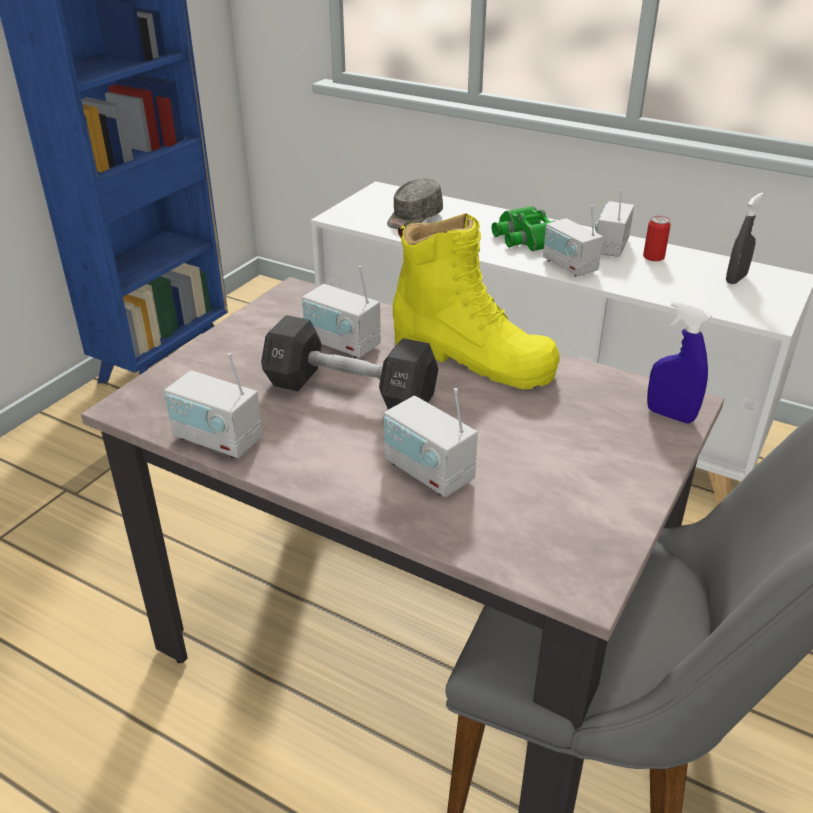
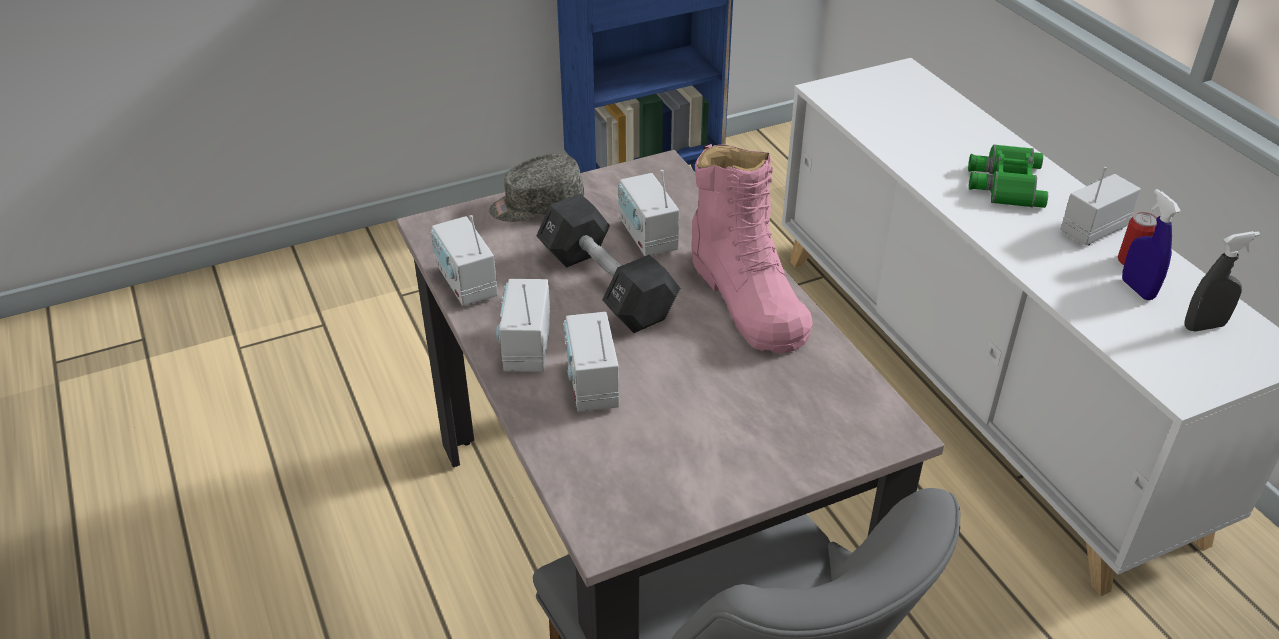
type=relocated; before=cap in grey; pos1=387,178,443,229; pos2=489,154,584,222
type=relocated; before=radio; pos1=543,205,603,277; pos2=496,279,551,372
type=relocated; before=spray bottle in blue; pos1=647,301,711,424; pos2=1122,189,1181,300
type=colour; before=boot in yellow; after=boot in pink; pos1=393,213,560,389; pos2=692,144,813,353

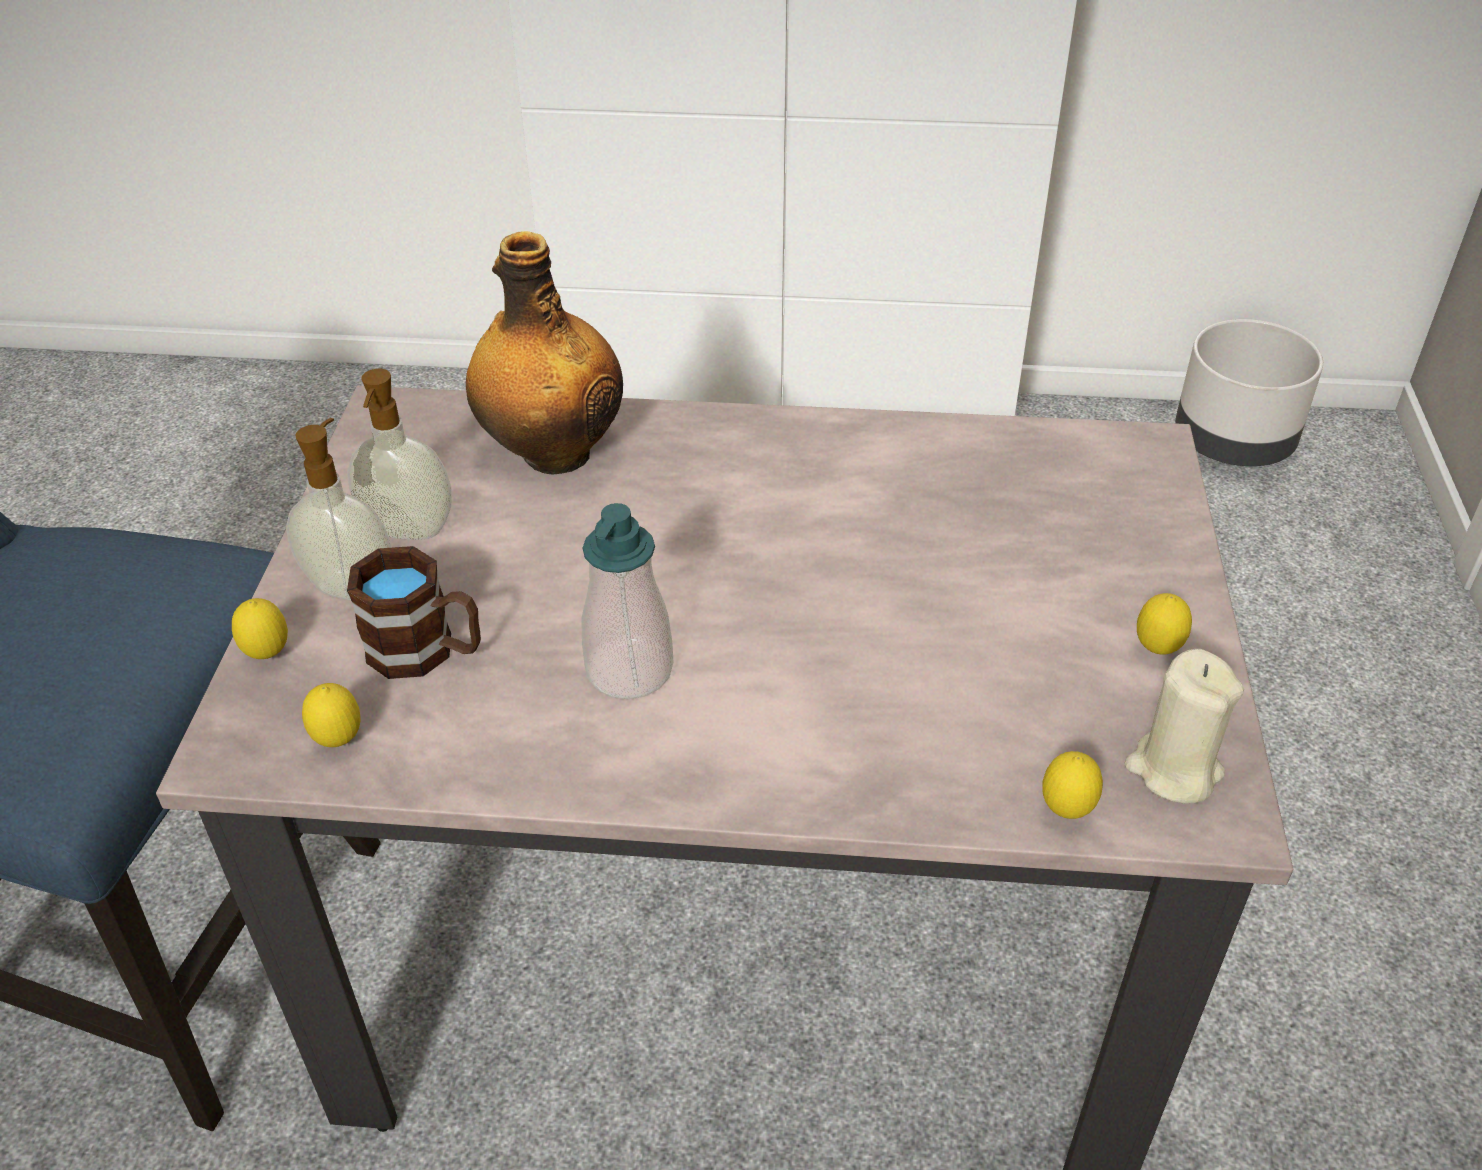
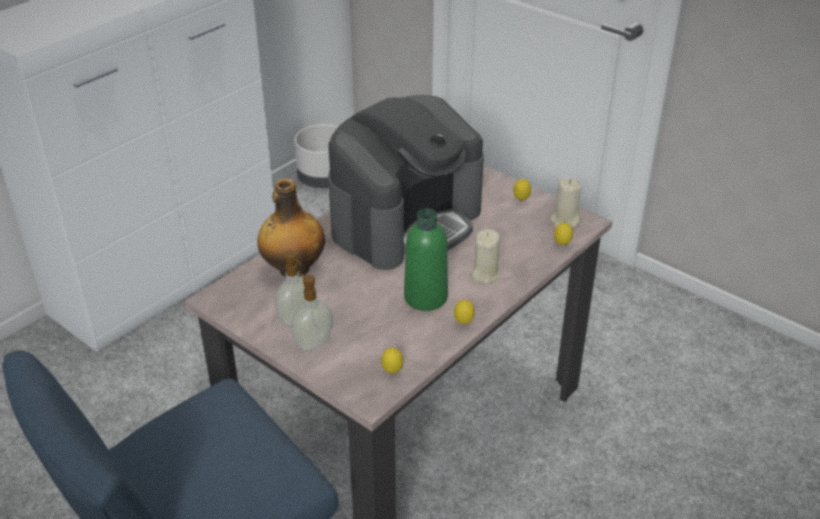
type=missing; before=mug in brown; pos1=347,546,481,679
type=appeared; after=coffee machine; pos2=328,95,484,270
type=appeared; after=candle in beige; pos2=470,229,501,284
type=relocated; before=lemon; pos1=232,598,288,659; pos2=454,300,475,324
type=exchanged; before=soap dispenser; after=bottle in green; pos1=581,503,673,699; pos2=404,209,448,311

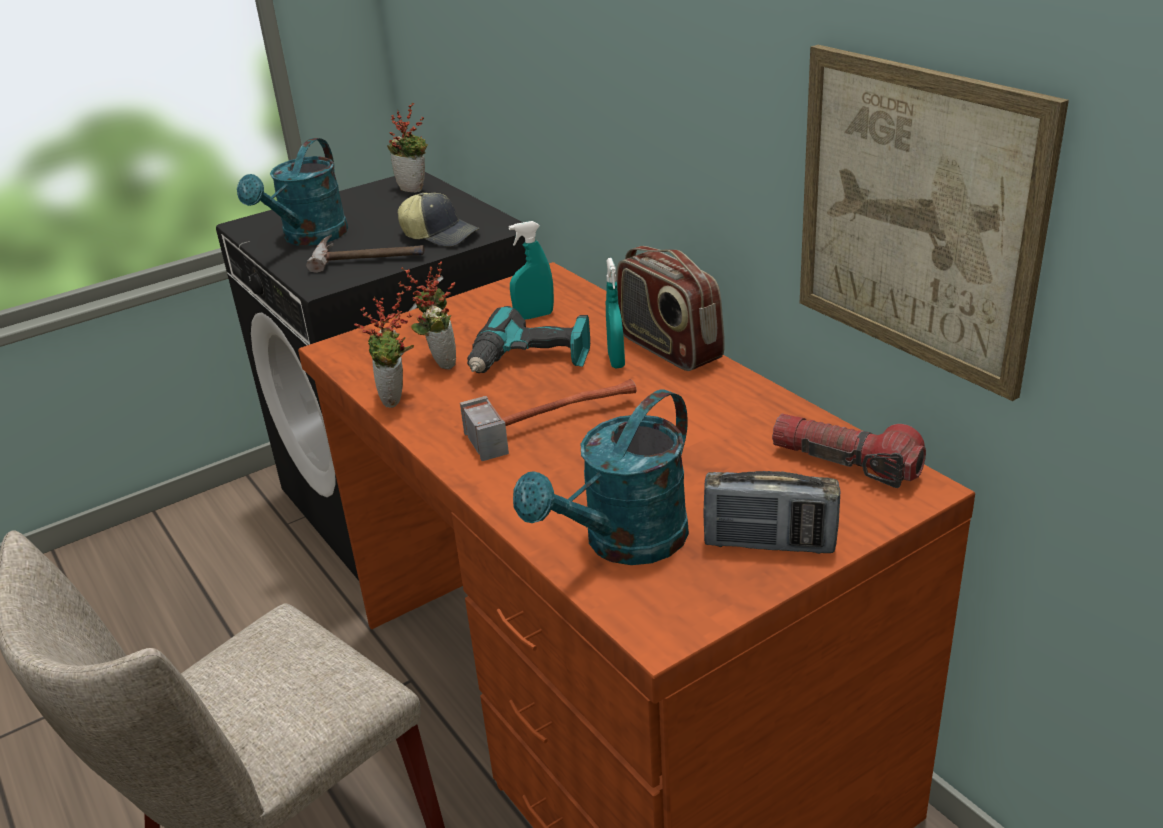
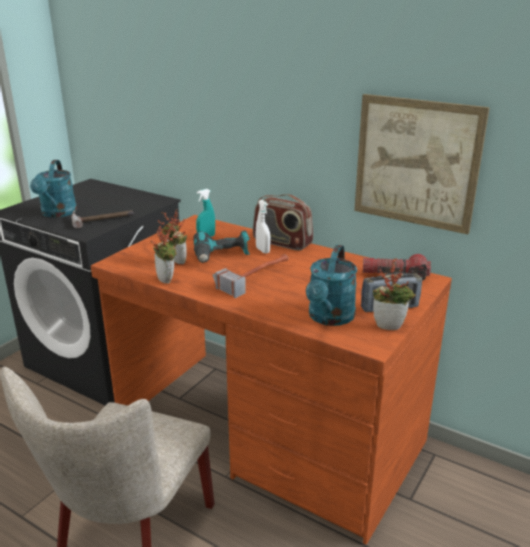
type=missing; before=cap; pos1=398,193,479,247
type=relocated; before=potted plant; pos1=387,103,428,193; pos2=373,258,416,330
type=colour; before=spray bottle in turquoise; after=spray bottle in white; pos1=606,258,625,369; pos2=256,200,271,254

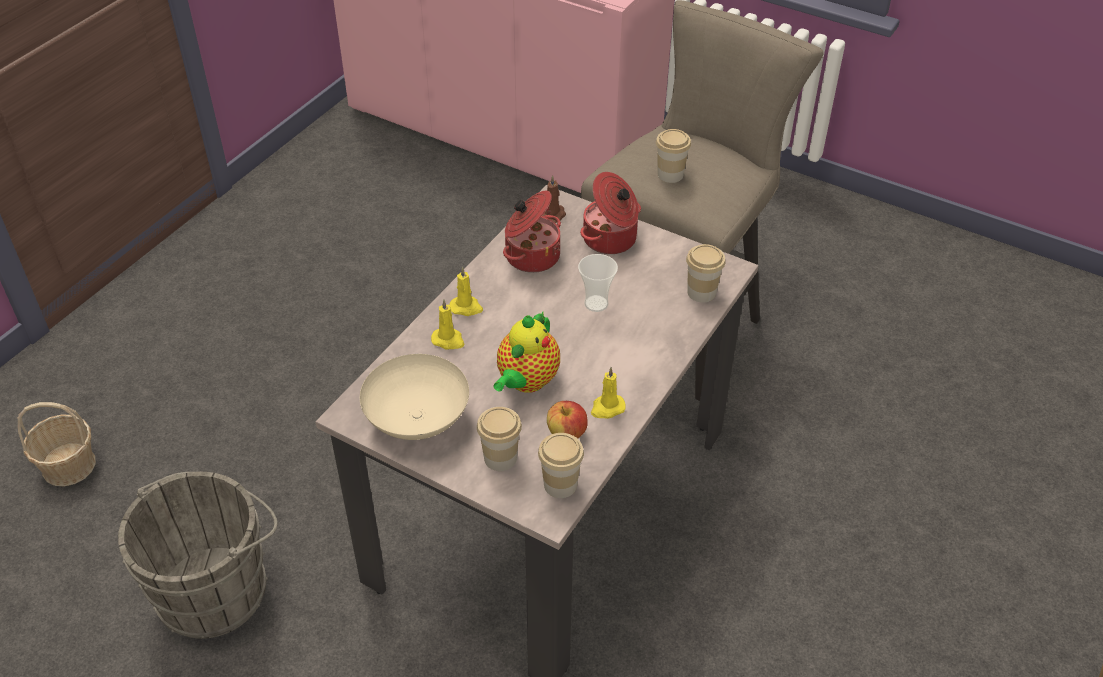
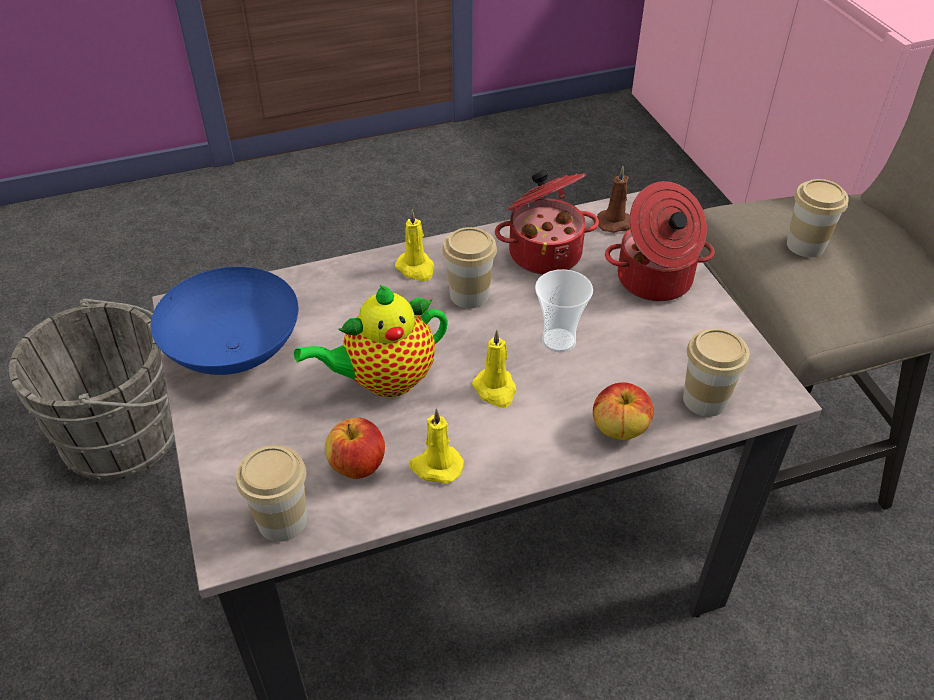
type=missing; before=basket; pos1=18,402,96,486
type=appeared; after=apple; pos2=593,382,654,441
type=relocated; before=candle in yellow; pos1=431,299,464,350; pos2=472,330,517,408
type=relocated; before=cup; pos1=477,407,522,471; pos2=442,227,497,308
type=colour; before=bowl in beige; after=bowl in blue; pos1=360,354,469,440; pos2=151,267,299,375

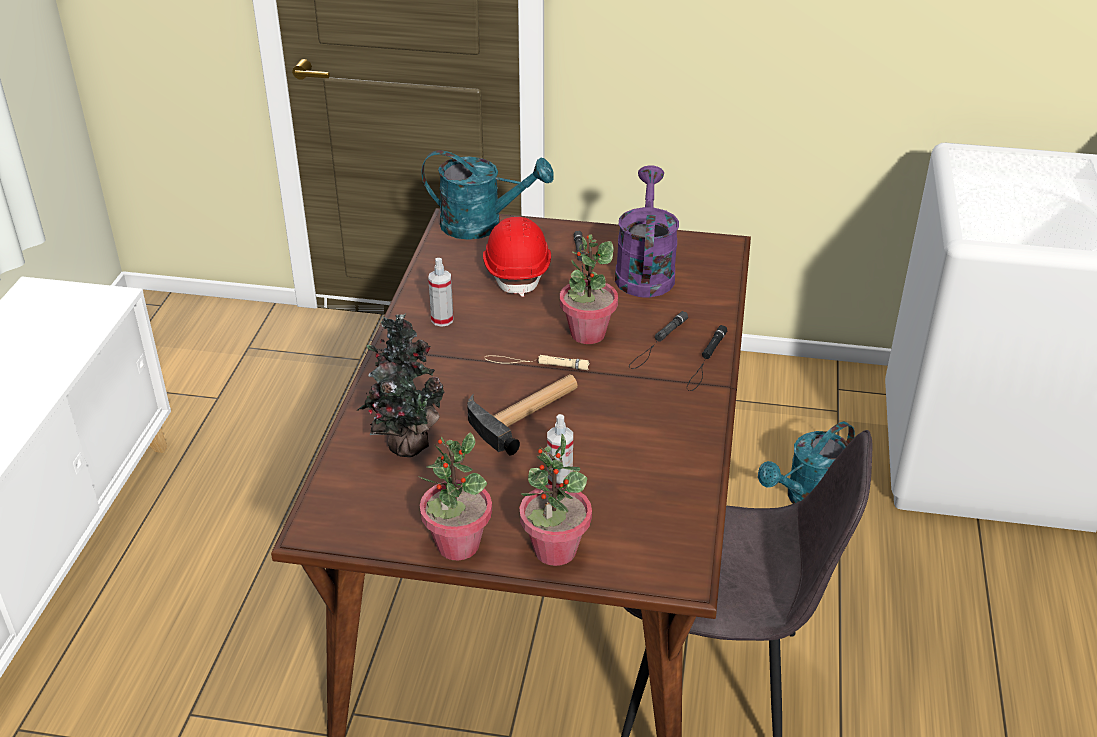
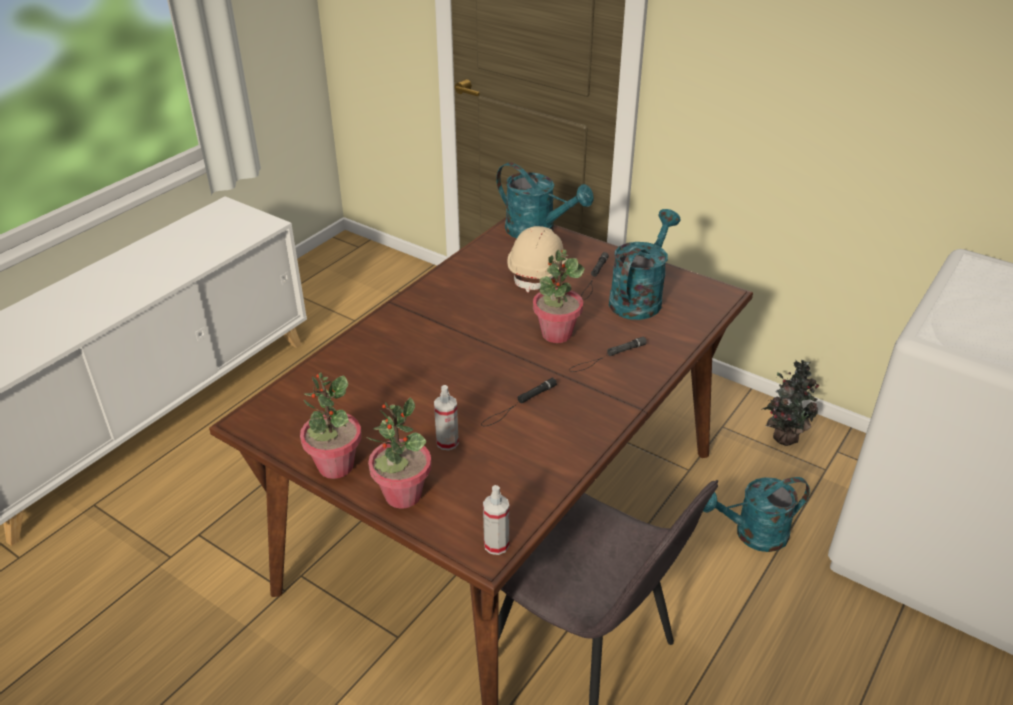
type=missing; before=hammer; pos1=467,374,578,455
type=missing; before=flashlight in beige; pos1=484,355,589,370
type=relocated; before=potted plant; pos1=357,313,444,457; pos2=762,360,819,446
type=relocated; before=spray bottle; pos1=428,258,453,327; pos2=483,485,509,555
type=relocated; before=flashlight in black; pos1=687,325,727,391; pos2=481,378,557,426
type=colour; before=hard hat in red; after=hard hat in beige; pos1=483,217,551,297; pos2=507,226,567,293
type=colour; before=watering can in purple; after=watering can in turquoise; pos1=615,165,679,298; pos2=609,209,681,320

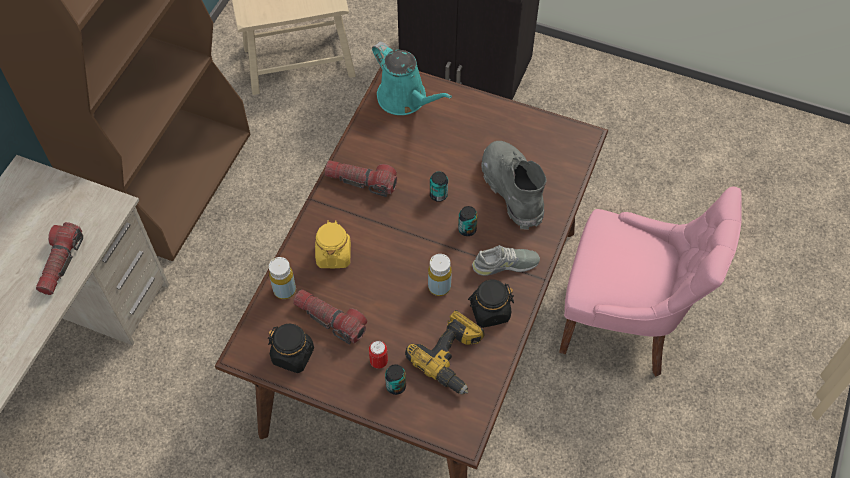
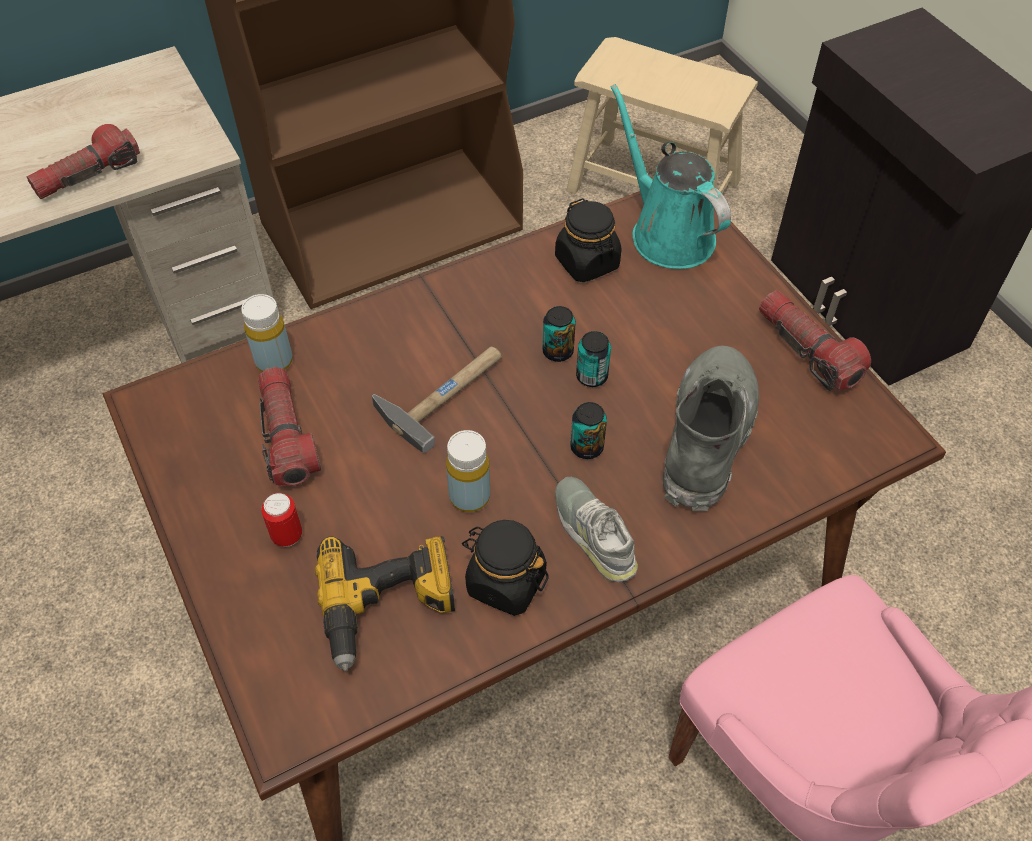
type=missing; before=jar in yellow; pos1=315,220,351,268
type=appeared; after=hammer; pos2=372,347,502,453
type=relocated; before=jar in black; pos1=268,323,314,373; pos2=555,198,622,282
type=relocated; before=flashlight; pos1=325,160,397,197; pos2=759,290,871,391
type=relocated; before=can; pos1=385,364,406,395; pos2=542,306,576,362
type=spun; before=watering can in turquoise; pos1=372,42,452,115; pos2=611,84,731,269; turn=150
type=spun; before=shoe in grey; pos1=472,245,540,276; pos2=555,477,638,582; turn=-150

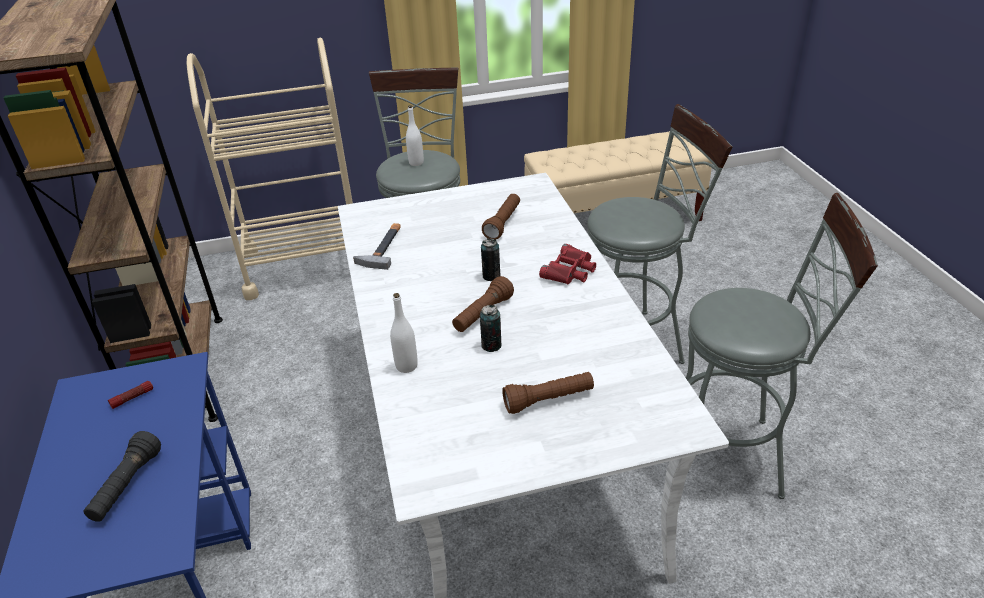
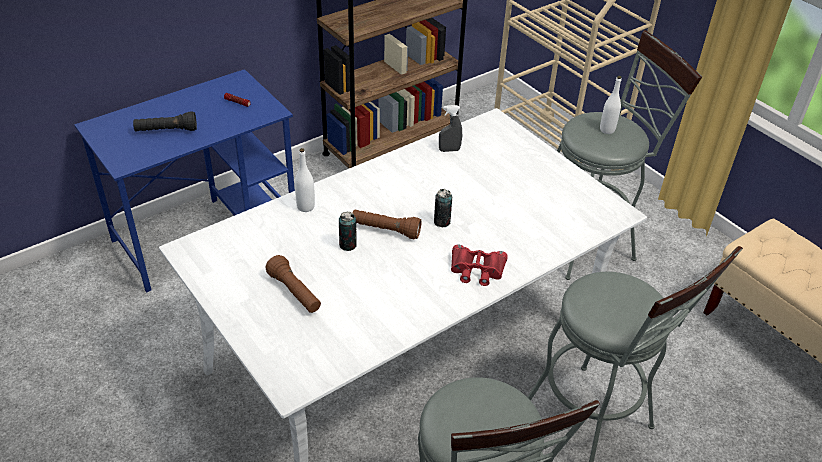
type=missing; before=flashlight in brown; pos1=482,194,520,240
type=exchanged; before=hammer; after=spray bottle in grey; pos1=353,223,401,270; pos2=439,105,462,152

